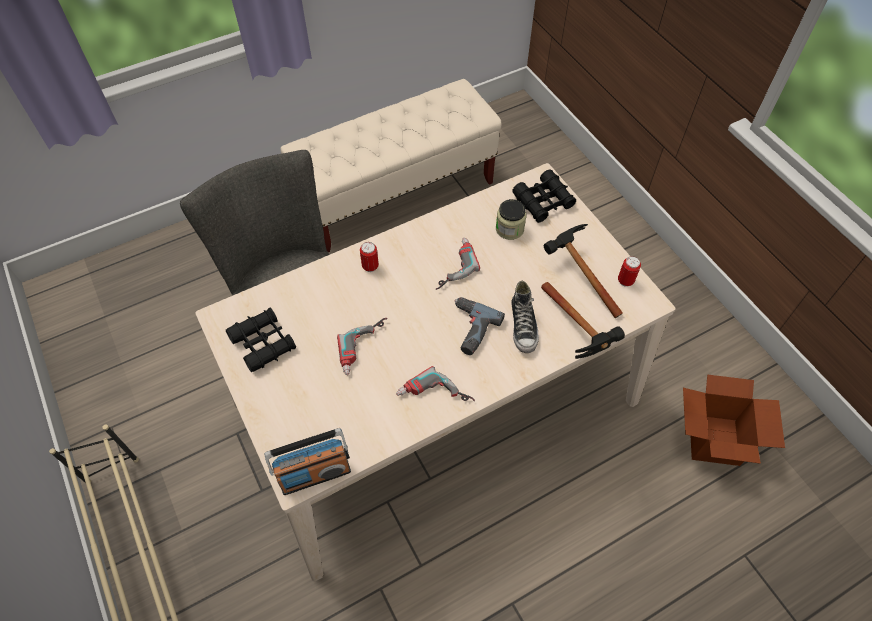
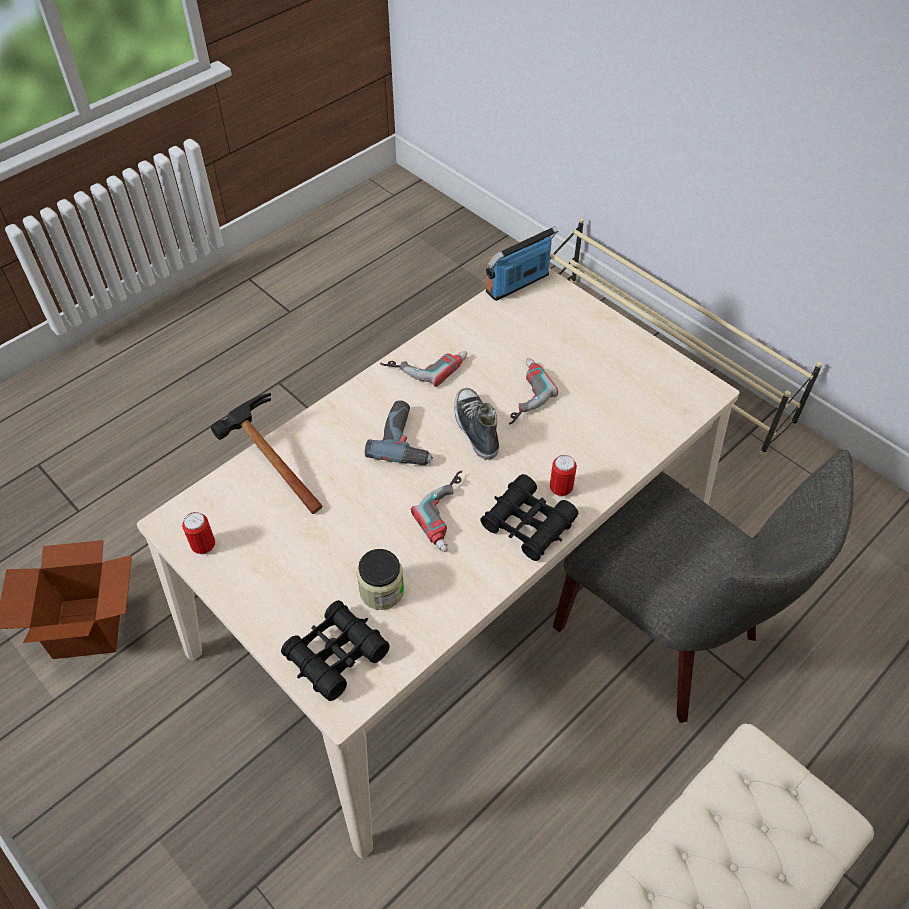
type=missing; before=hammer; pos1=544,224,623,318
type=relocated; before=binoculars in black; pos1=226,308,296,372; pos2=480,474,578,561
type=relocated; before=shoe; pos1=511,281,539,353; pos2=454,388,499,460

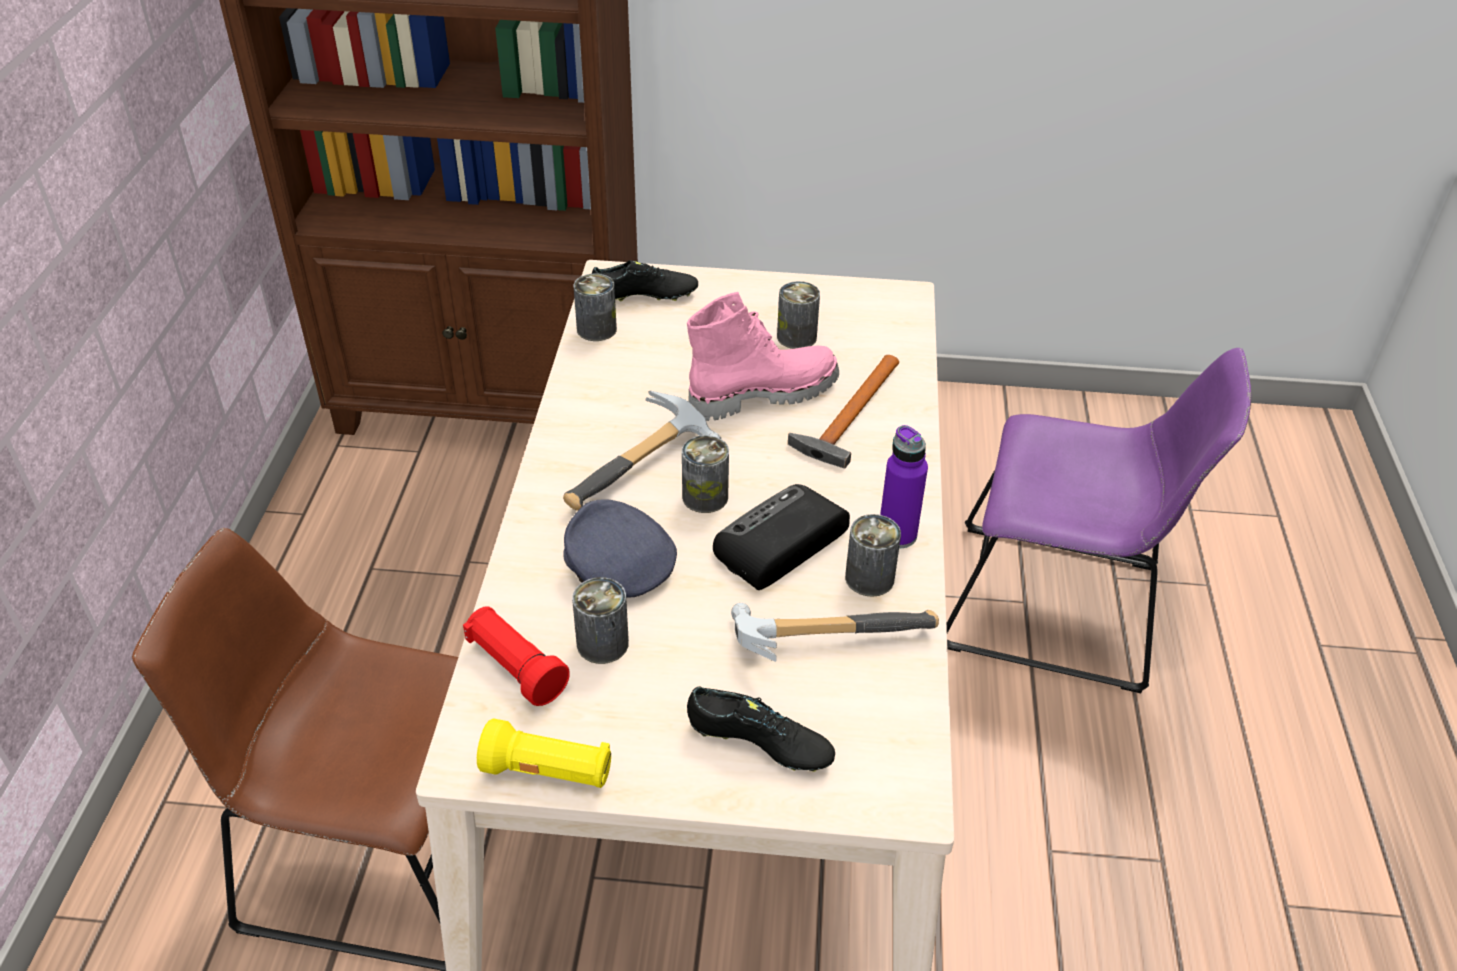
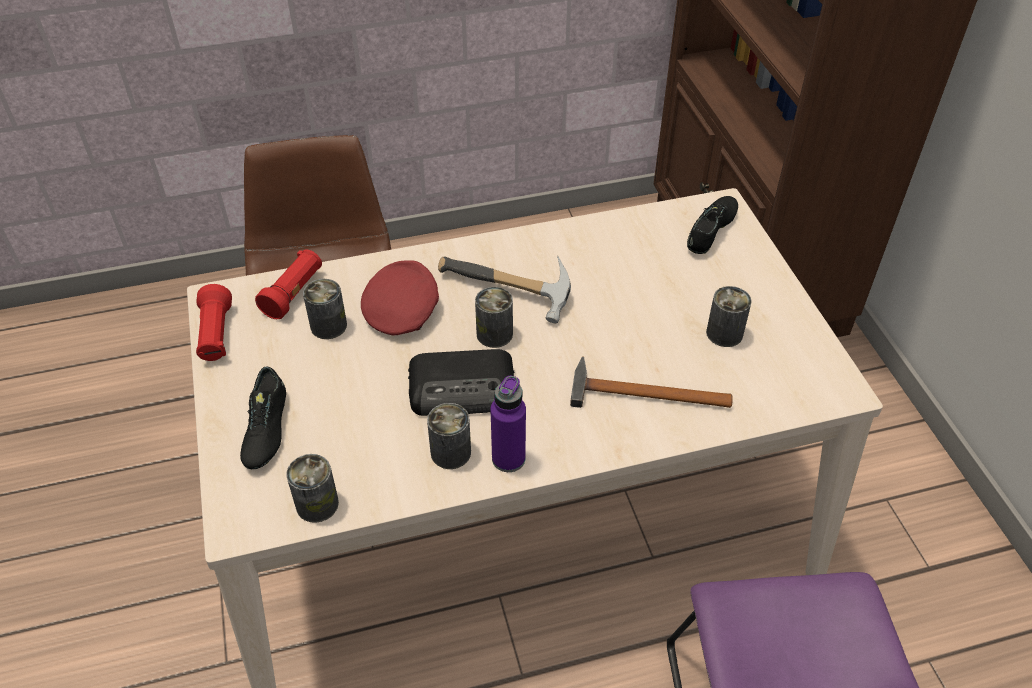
type=missing; before=boot in pink; pos1=687,292,839,421
type=missing; before=hammer; pos1=731,603,939,662
type=relocated; before=can; pos1=574,274,617,341; pos2=286,454,339,523
type=colour; before=flashlight in yellow; after=flashlight in red; pos1=477,719,611,788; pos2=196,284,232,361
type=colour; before=cap in grey; after=cap in red; pos1=563,499,677,598; pos2=361,260,439,335
type=spun; before=shoe in black; pos1=592,260,698,301; pos2=687,196,738,254; turn=-120
type=spun; before=radio; pos1=713,484,850,590; pos2=408,349,514,416; turn=150

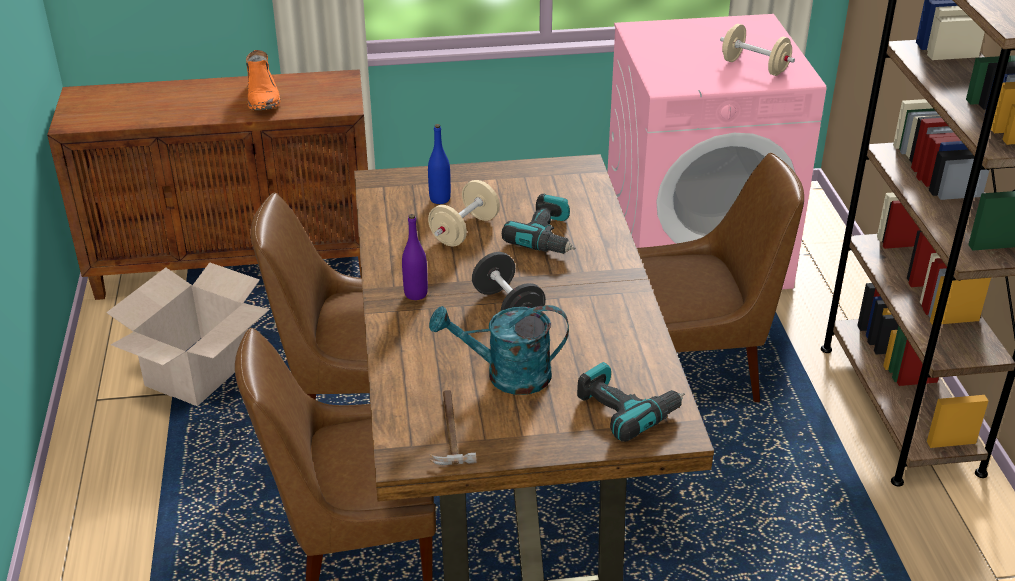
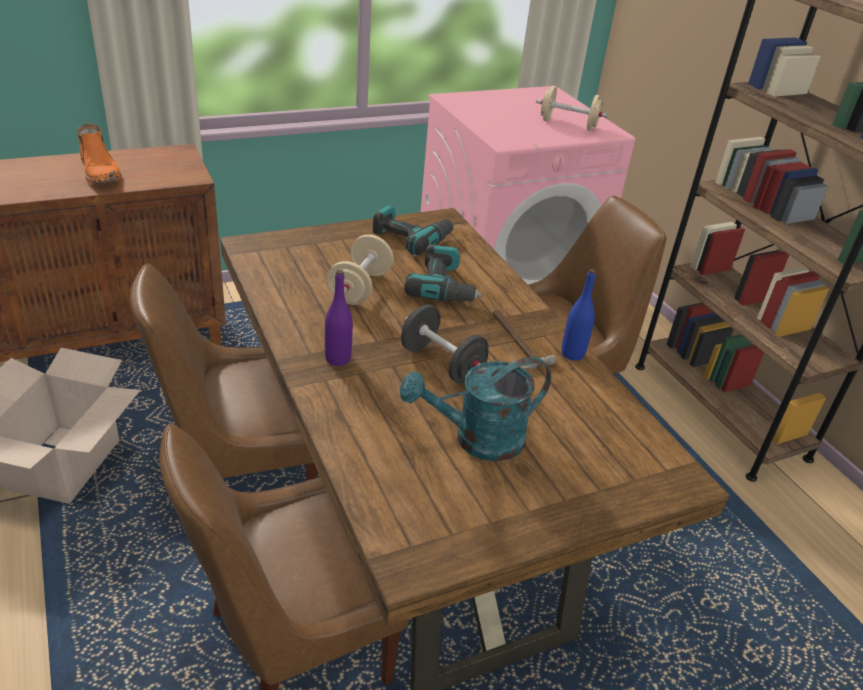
type=relocated; before=bottle in blue; pos1=428,124,451,204; pos2=561,269,596,361
type=relocated; before=hammer; pos1=430,390,476,465; pos2=493,310,557,369
type=relocated; before=power drill; pos1=577,362,685,442; pos2=373,205,454,255

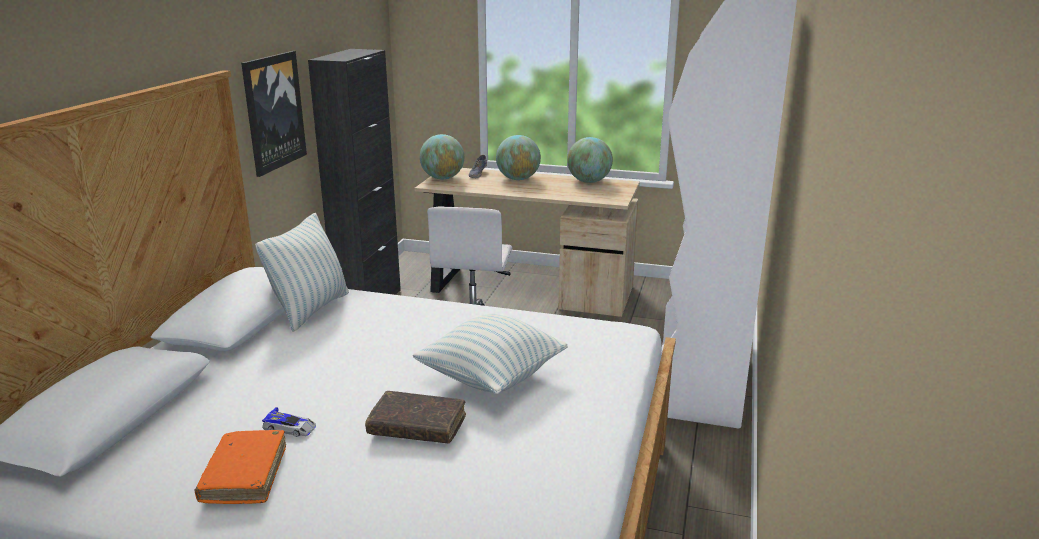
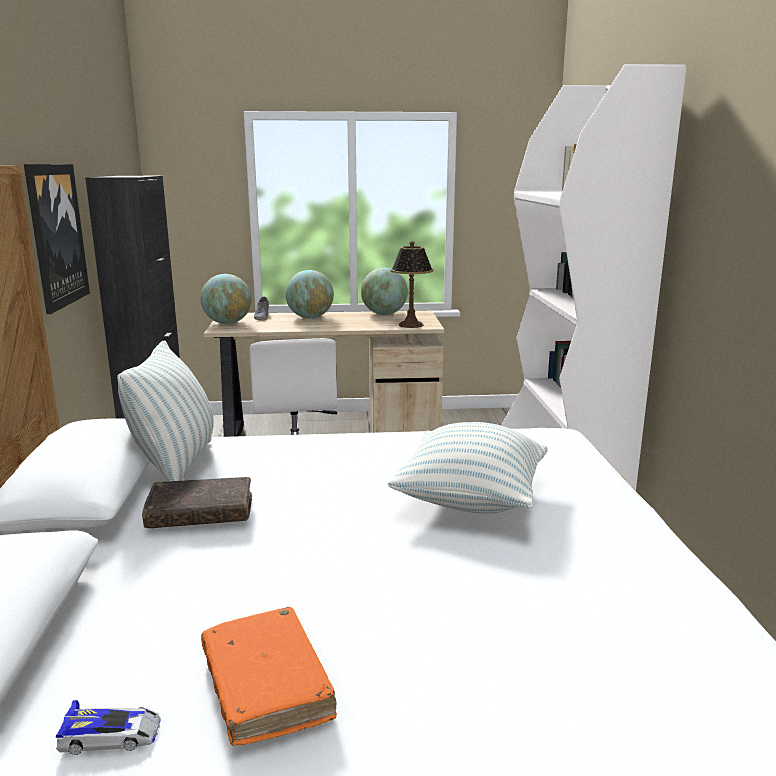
type=appeared; after=table lamp; pos2=390,241,433,328
type=relocated; before=toy car; pos1=262,407,316,437; pos2=56,700,161,755
type=relocated; before=book in brown; pos1=365,391,466,444; pos2=142,477,252,528

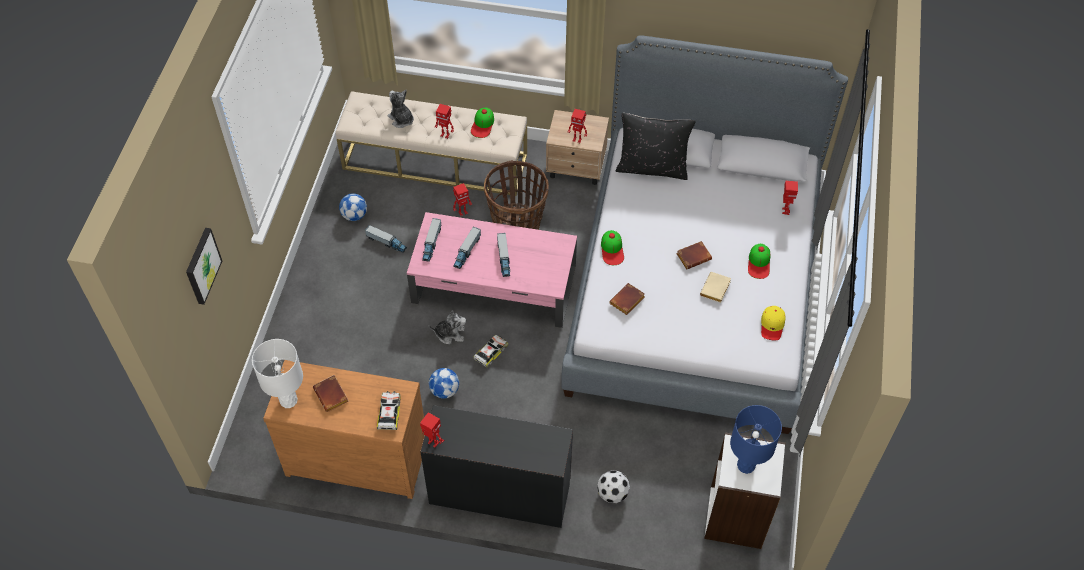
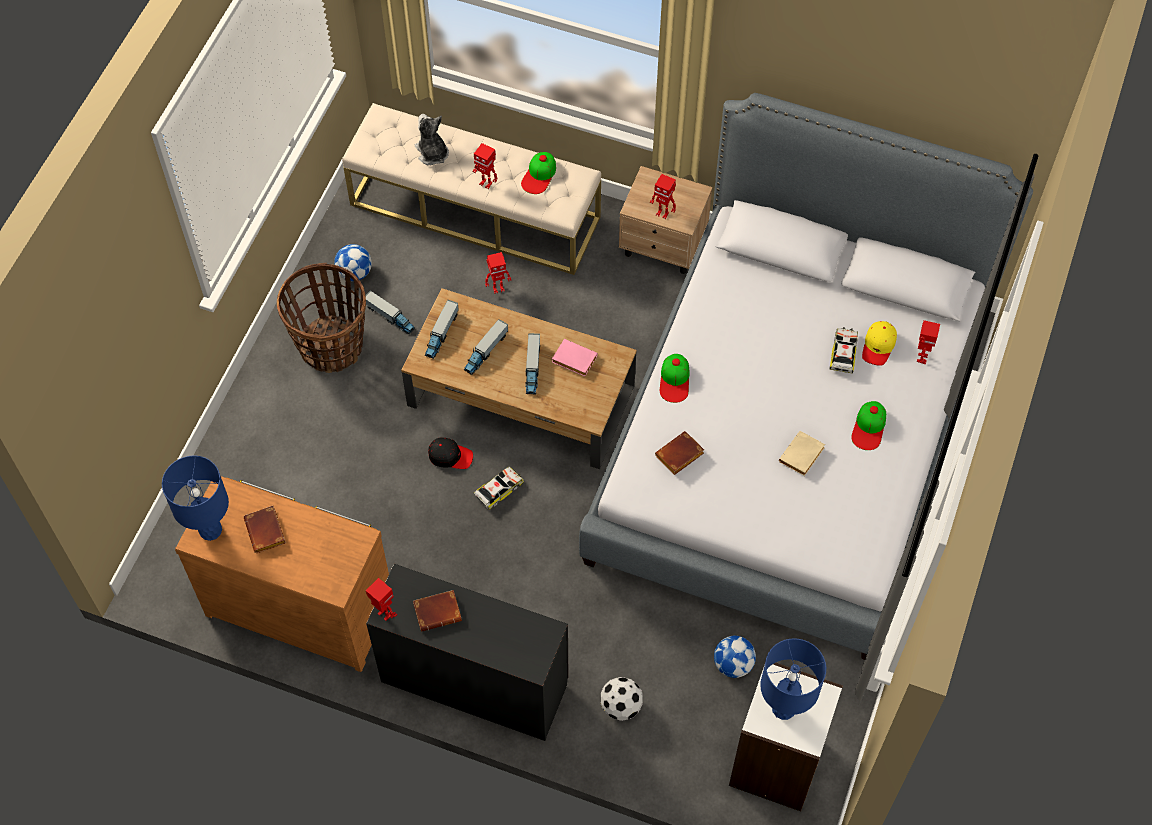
type=missing; before=picture; pos1=186,228,222,305
type=missing; before=pillow in black; pos1=615,113,696,180
type=appeared; after=book in pink; pos2=552,339,598,376
type=relocated; before=toy car; pos1=377,391,401,430; pos2=829,327,858,374
type=relocated; before=football; pos1=429,368,459,399; pos2=714,636,756,678
type=relocated; before=basket; pos1=484,160,549,230; pos2=277,263,366,373
type=relocated; before=book in brown; pos1=676,241,712,269; pos2=413,590,462,632
type=relocated; before=cap in yellow; pos1=761,306,786,340; pos2=862,321,897,366
type=exchanged; before=plush toy; after=cap in black; pos1=429,310,466,344; pos2=428,438,473,469
type=colour; before=table lamp in white; after=table lamp in blue; pos1=252,339,303,408; pos2=162,456,229,541
type=colour; before=coffee table in pink; after=coffee table in brown; pos1=407,212,577,328; pos2=401,288,637,469

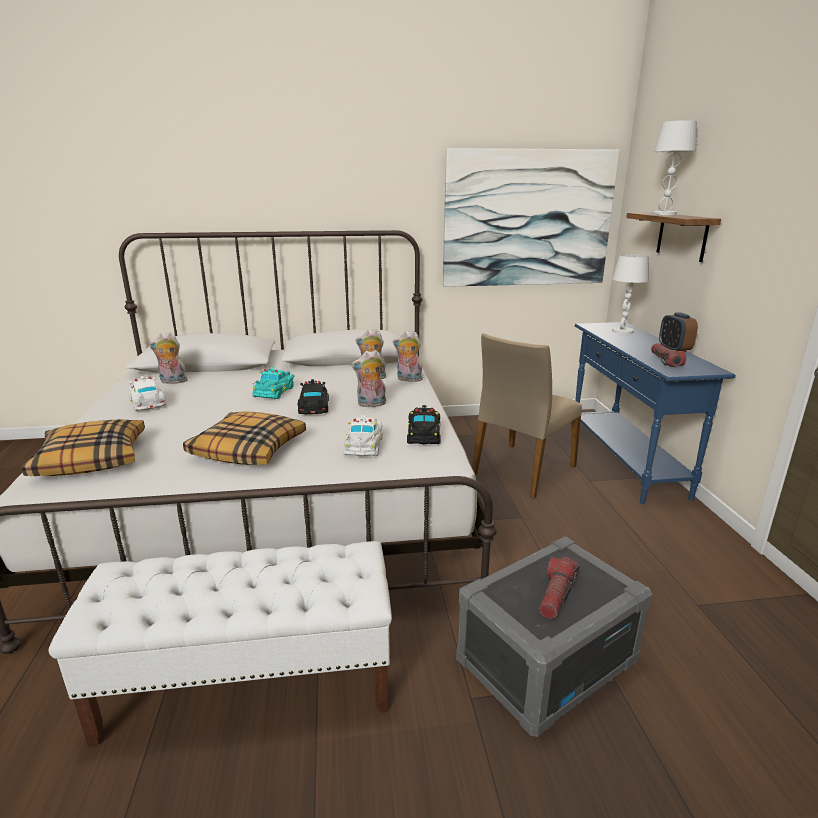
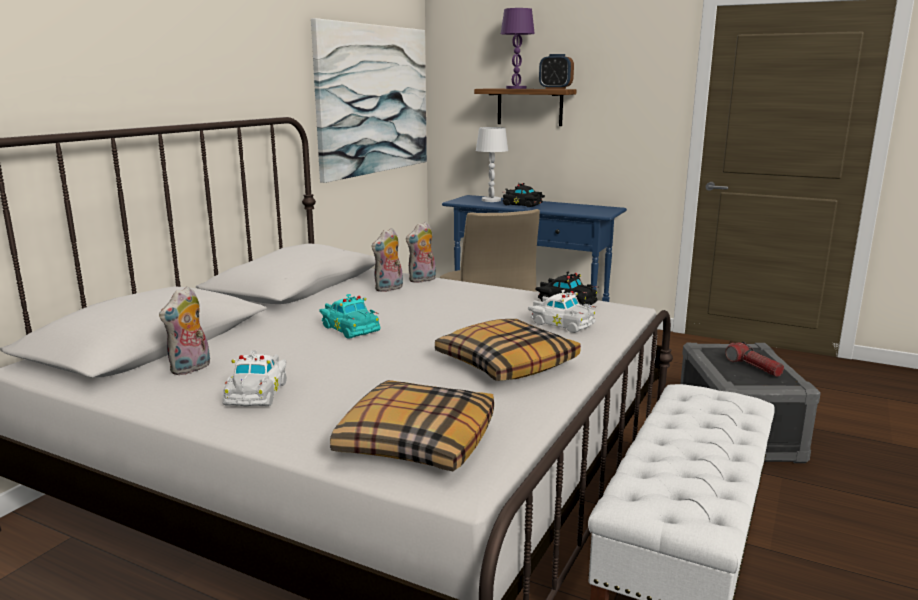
type=missing; before=plush toy; pos1=351,350,386,407
type=missing; before=flashlight; pos1=651,343,686,367
type=relocated; before=toy car in black; pos1=297,379,329,414; pos2=502,183,545,207
type=relocated; before=alarm clock; pos1=659,312,698,352; pos2=539,54,574,89
type=colour; before=table lamp in white; after=table lamp in purple; pos1=653,120,697,215; pos2=501,8,535,89
type=spun; before=toy car in white; pos1=129,376,166,411; pos2=222,350,287,407; turn=-90

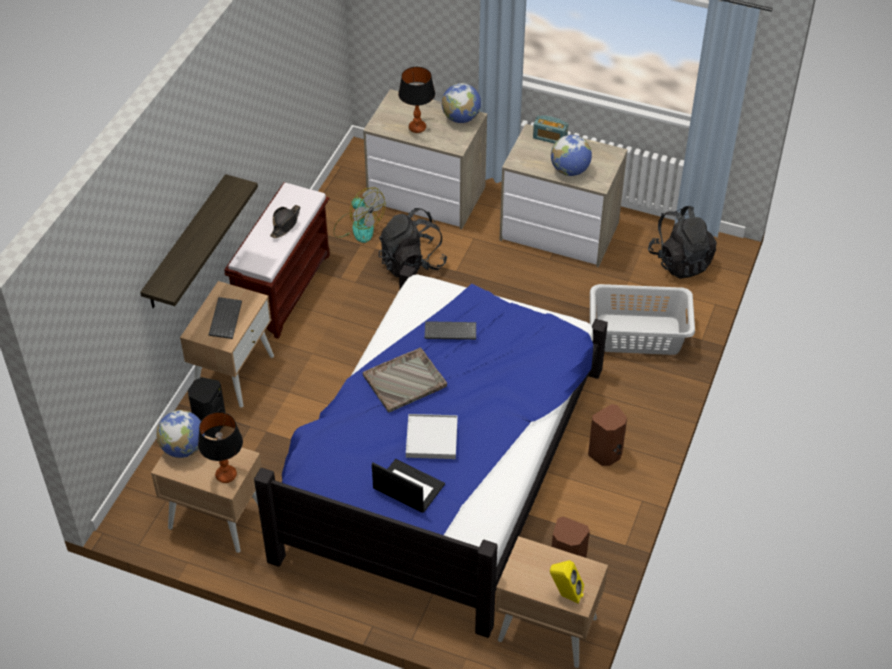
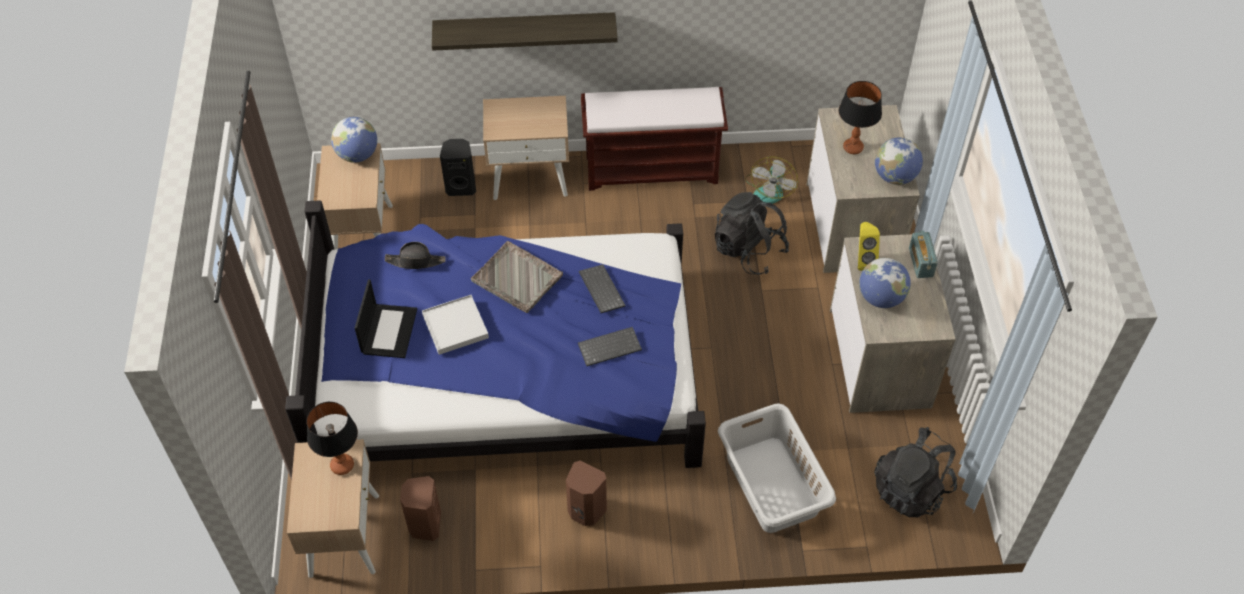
type=relocated; before=table lamp; pos1=198,412,243,483; pos2=306,402,358,475
type=relocated; before=keyboard; pos1=209,297,242,339; pos2=578,327,642,366
type=relocated; before=hat in black; pos1=270,205,300,238; pos2=385,242,446,269
type=relocated; before=speaker in yellow; pos1=550,561,584,604; pos2=858,222,880,271

